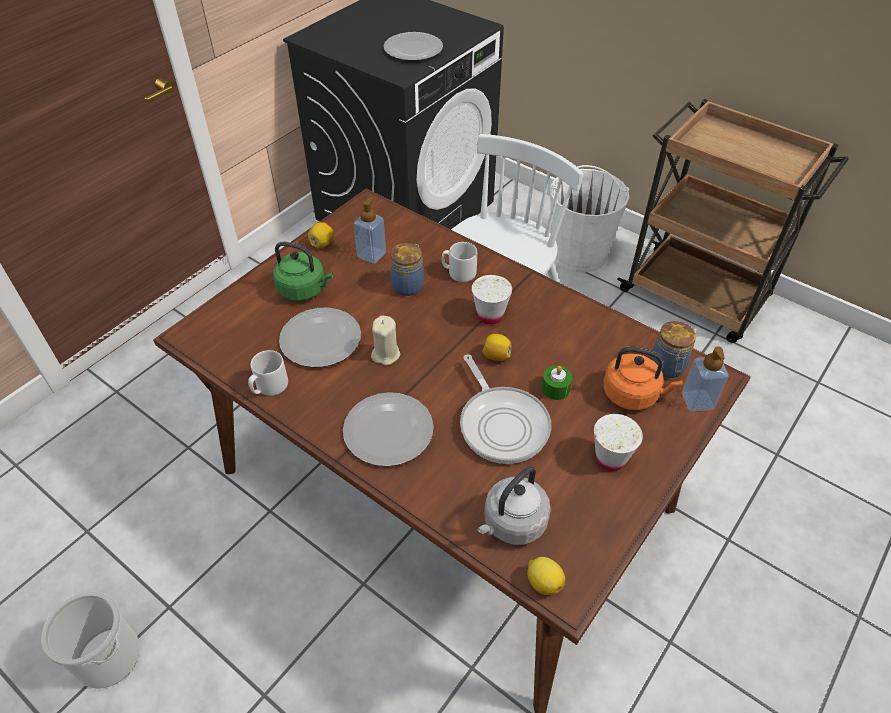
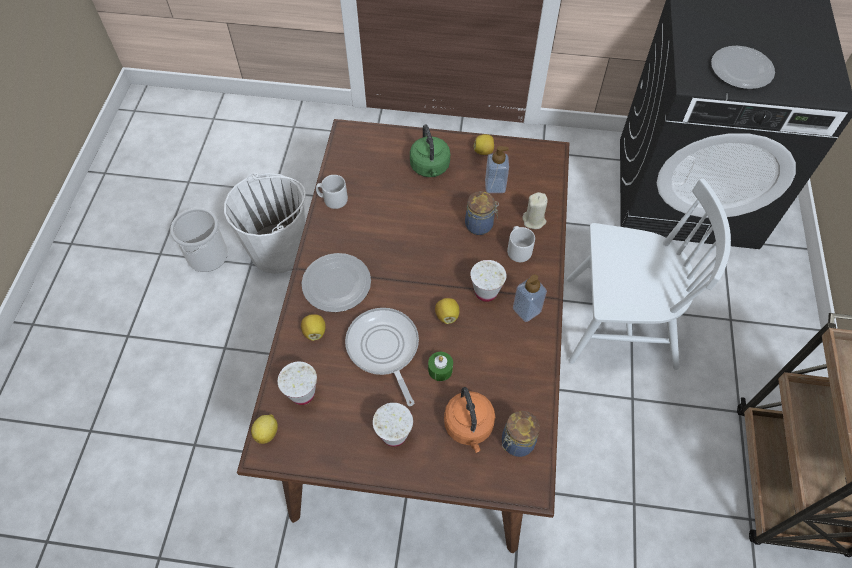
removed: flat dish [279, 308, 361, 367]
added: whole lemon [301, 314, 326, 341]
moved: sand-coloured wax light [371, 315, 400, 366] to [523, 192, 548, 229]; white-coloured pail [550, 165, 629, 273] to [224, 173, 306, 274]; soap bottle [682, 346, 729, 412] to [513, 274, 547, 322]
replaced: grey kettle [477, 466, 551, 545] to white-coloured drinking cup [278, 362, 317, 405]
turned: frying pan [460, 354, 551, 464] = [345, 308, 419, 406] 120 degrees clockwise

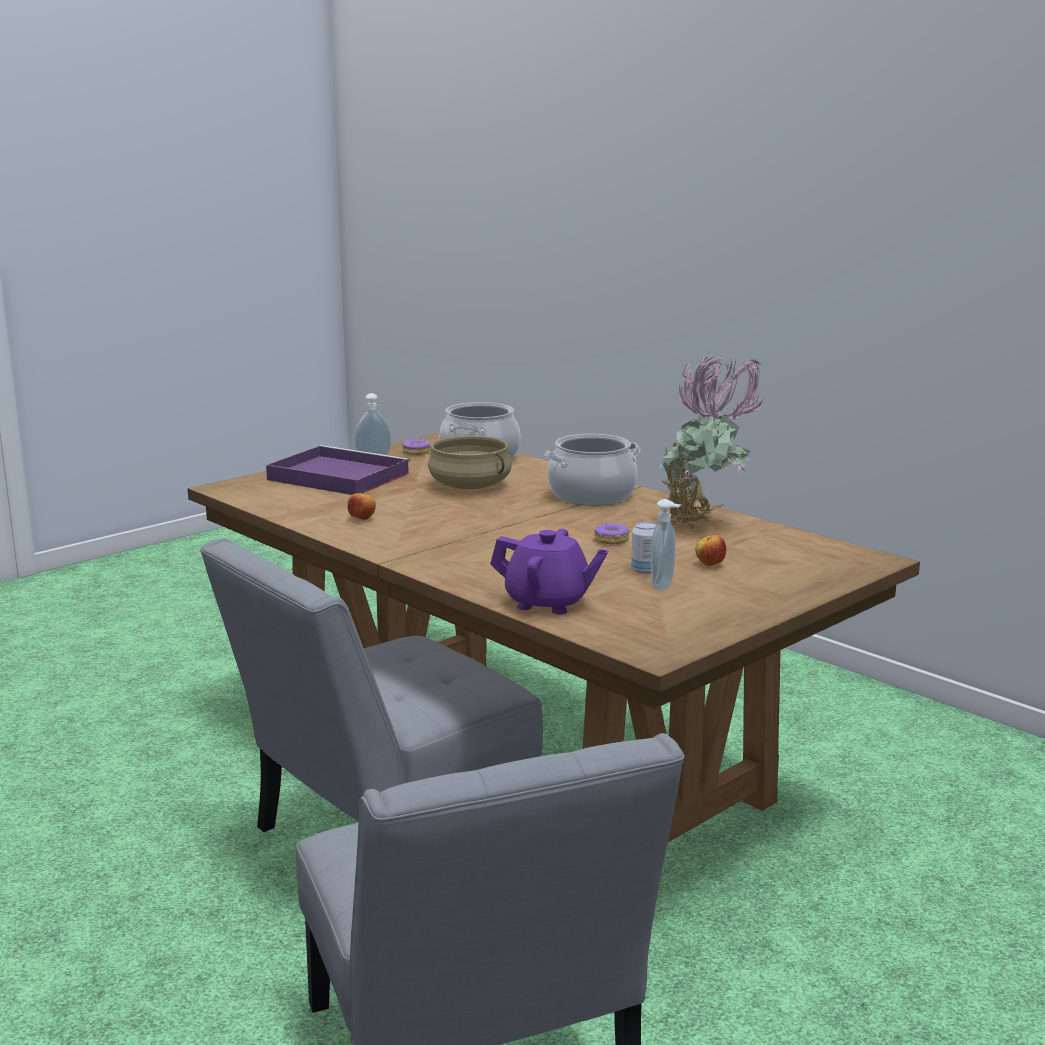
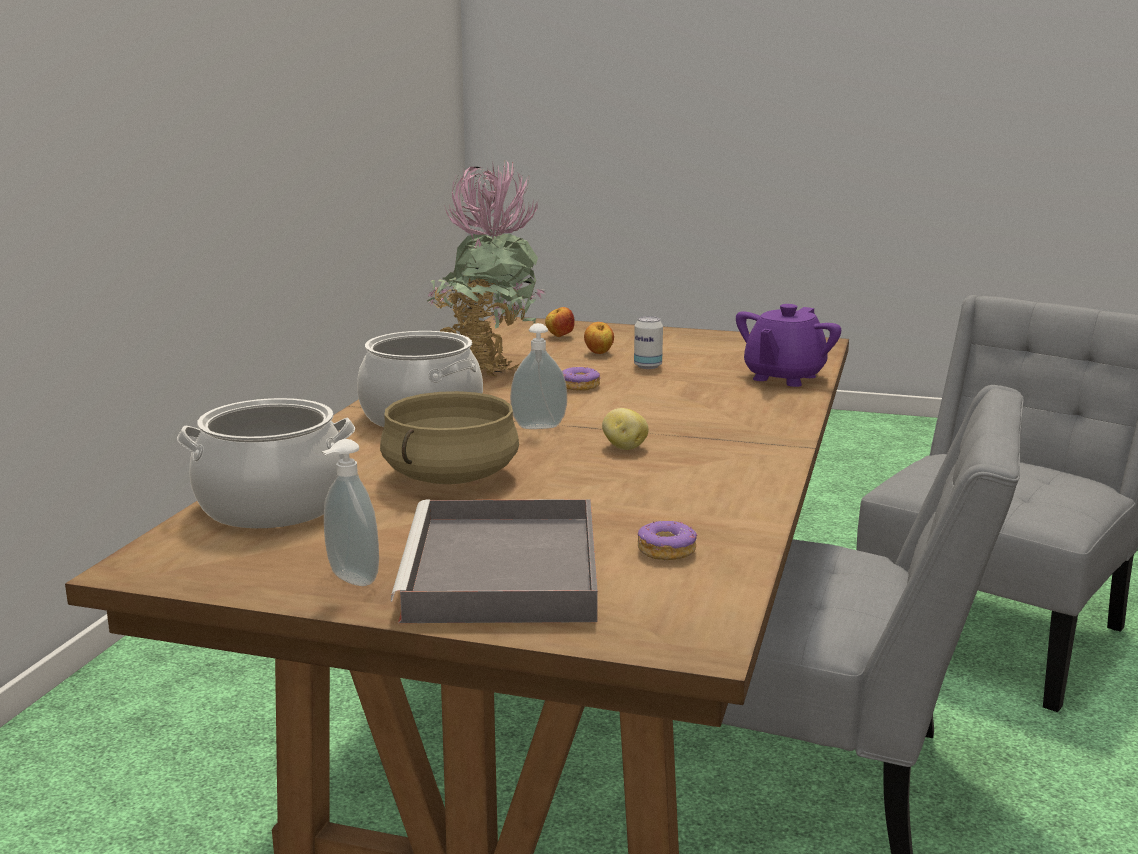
added: spud [602, 408, 649, 450]
moved: whole apple [348, 493, 376, 520] to [545, 307, 575, 337]; doughnut [402, 439, 431, 455] to [638, 521, 698, 560]; soap bottle [651, 499, 681, 591] to [510, 323, 567, 429]
recoloured: purple-coloured tray [266, 445, 410, 495] to grey tray [391, 499, 598, 623]
turned: purple-coloured pot for tea [490, 529, 608, 615] = [736, 304, 841, 387] 135 degrees counterclockwise

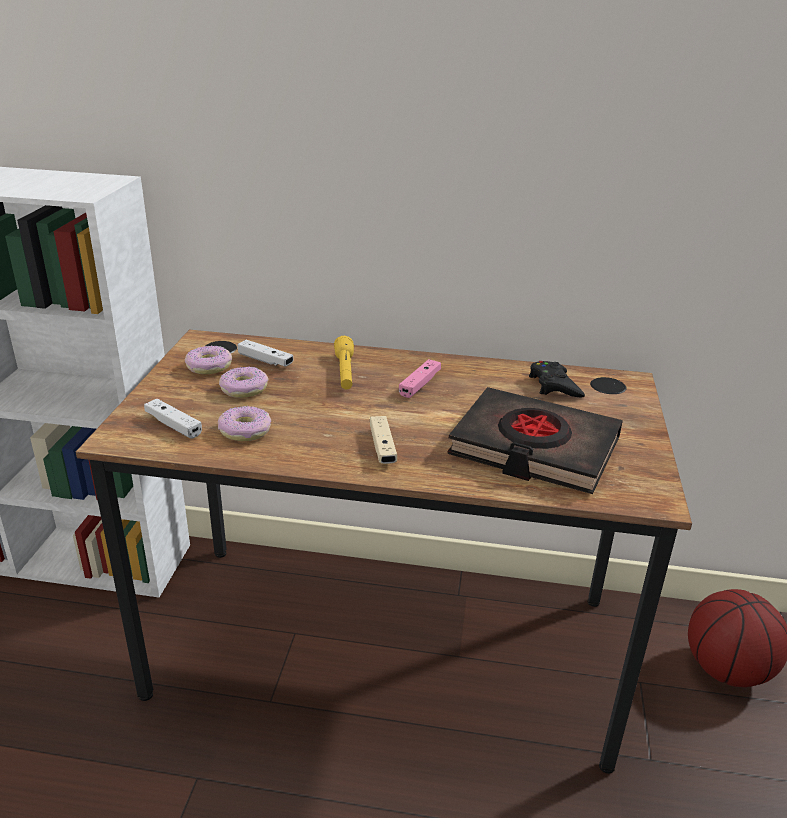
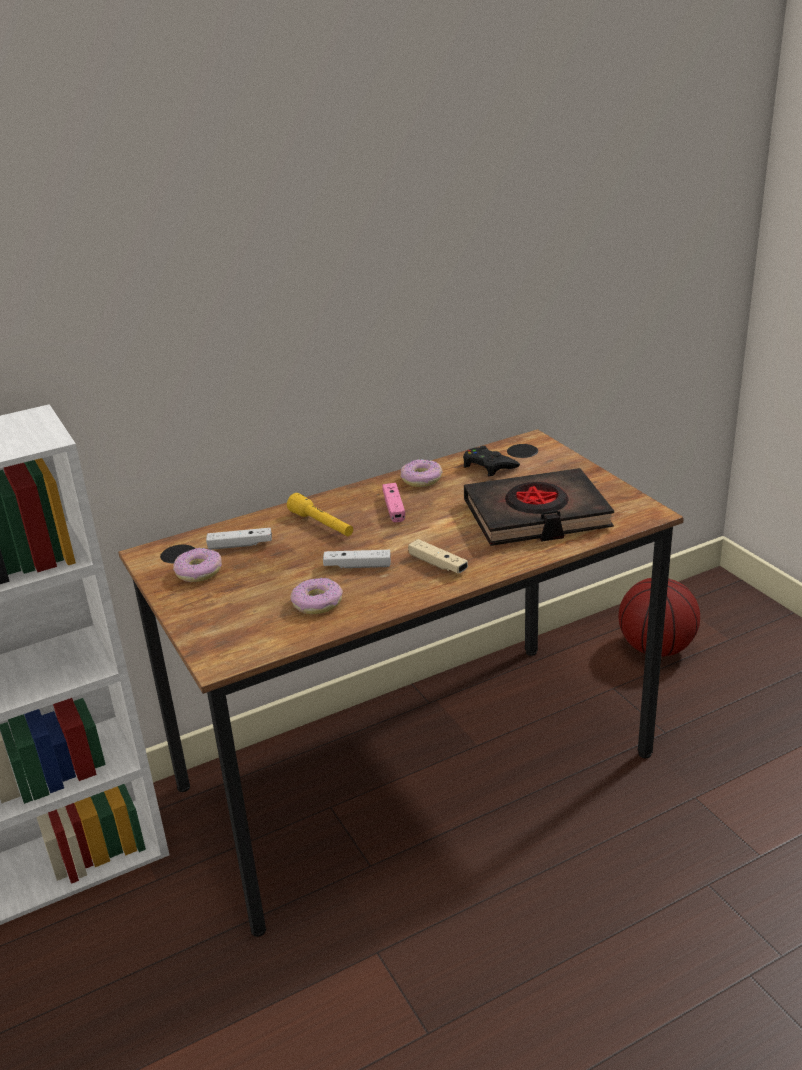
moved: white-coloured joypad [144, 399, 202, 439] to [323, 550, 391, 568]; doughnut [219, 366, 268, 398] to [400, 459, 442, 487]

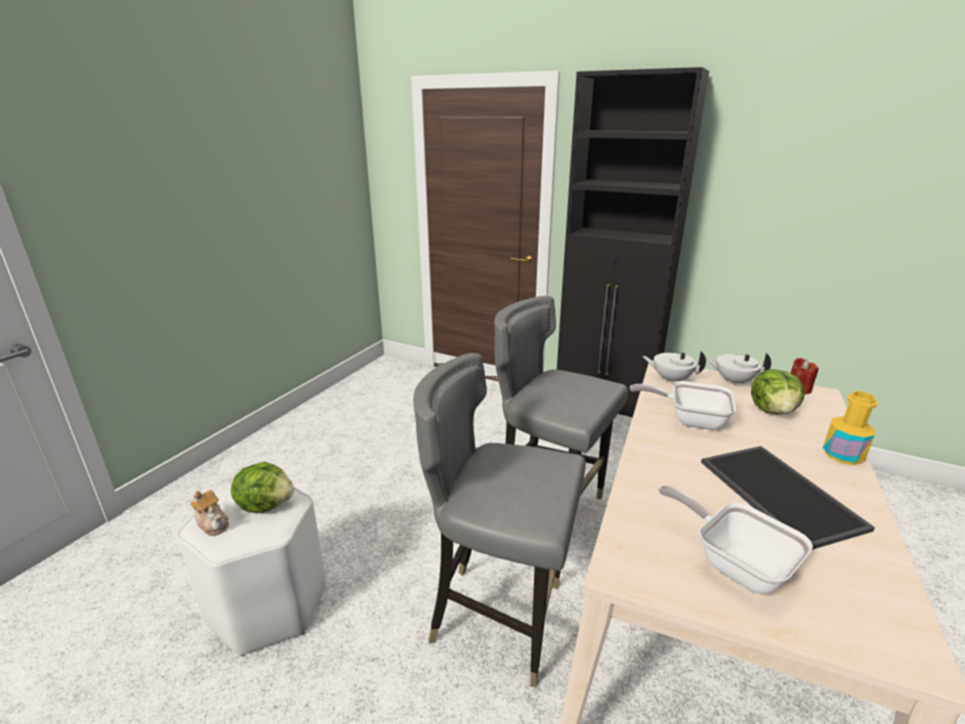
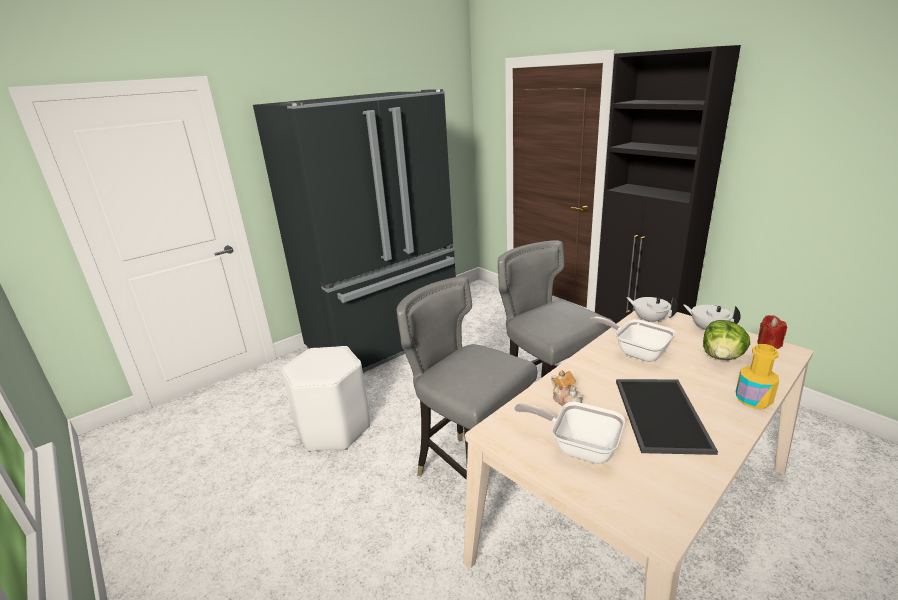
removed: lettuce head [231, 462, 294, 513]
added: blackish refrigerator [253, 89, 456, 373]
moved: pot for tea [190, 490, 229, 536] to [551, 370, 583, 407]
turned: frying pan [658, 485, 813, 594] = [514, 402, 625, 464] 45 degrees counterclockwise

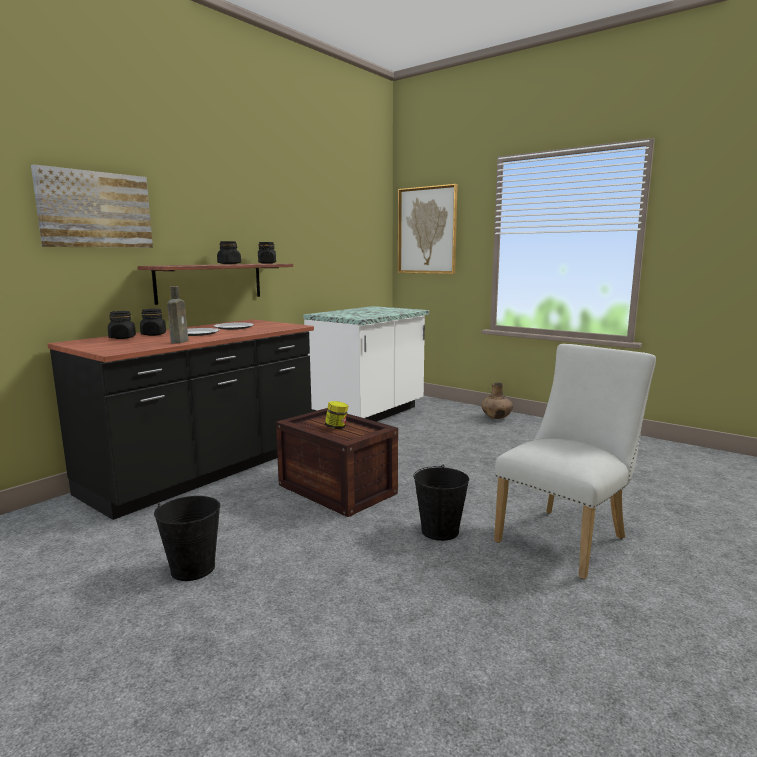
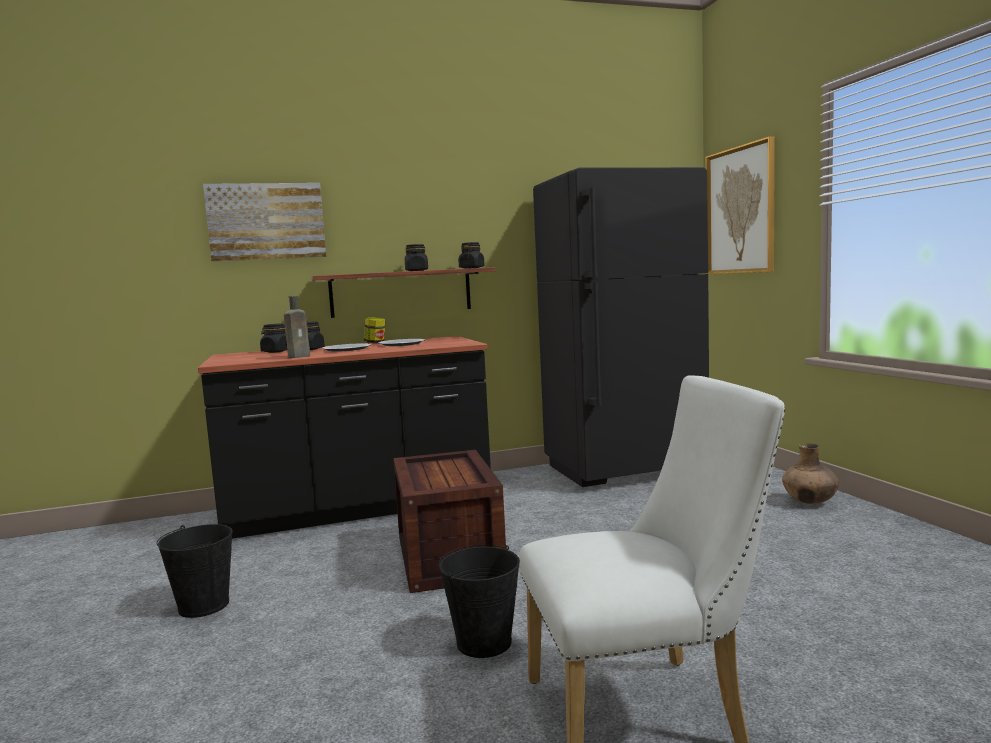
moved: jar [325, 401, 348, 429] to [364, 317, 385, 343]
replaced: white-coloured counter [303, 306, 429, 422] to blackish refrigerator [533, 167, 709, 487]

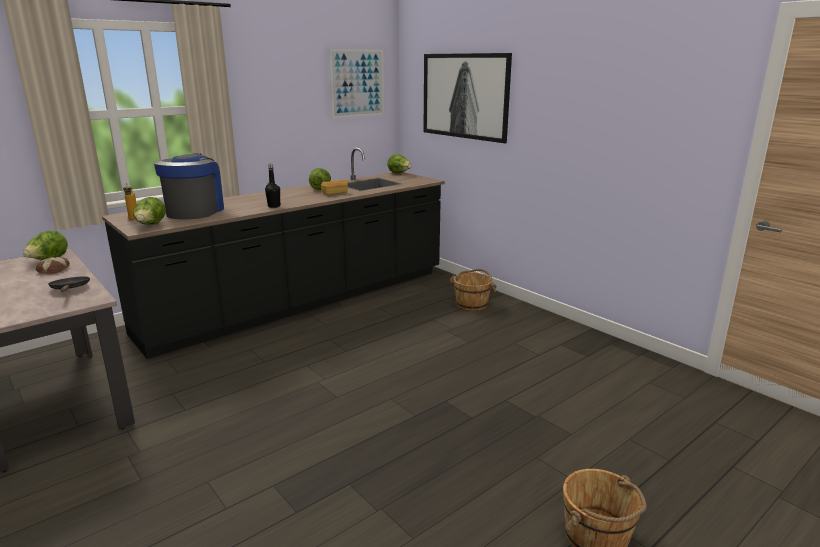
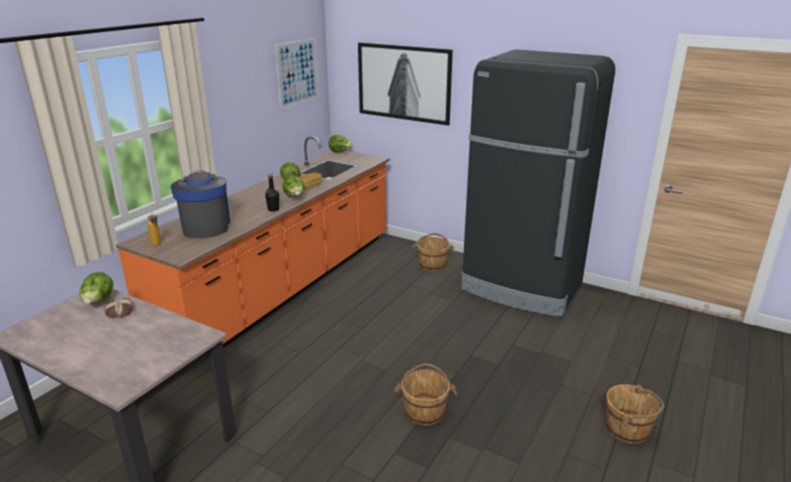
removed: blackish frying pan [47, 276, 90, 292]
added: brown pail [394, 363, 458, 426]; blackish refrigerator [461, 49, 615, 317]
moved: lettuce head [133, 197, 166, 225] to [283, 175, 305, 197]
recoloured: blackish counter [102, 148, 445, 359] to orange counter [116, 136, 390, 373]

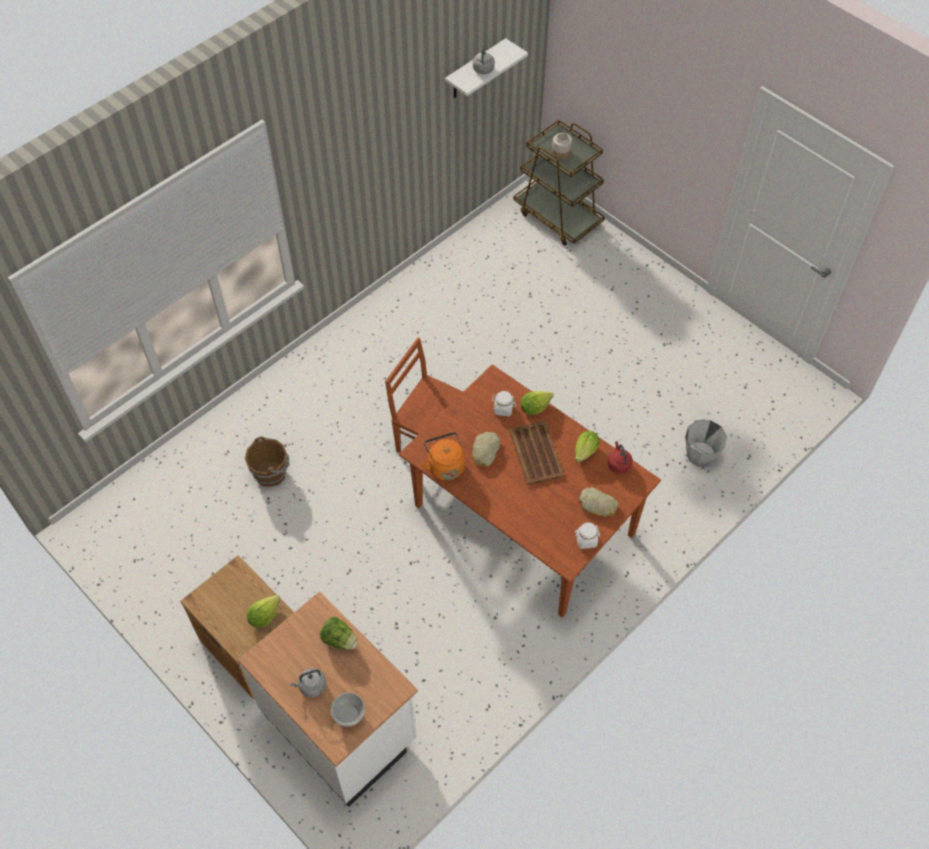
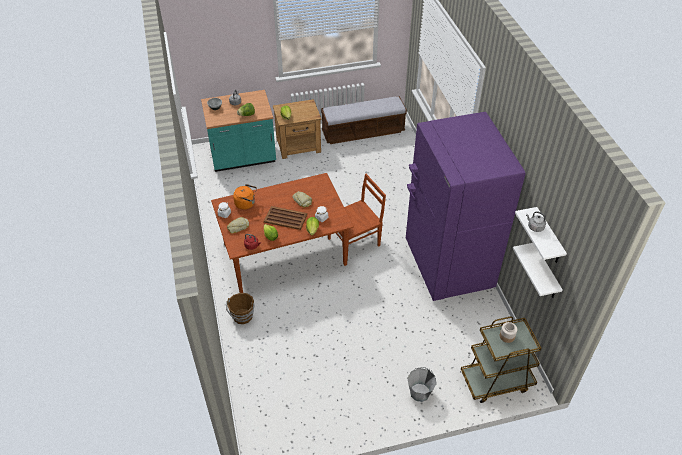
added: long seat [321, 96, 407, 144]; purple-coloured refrigerator [406, 112, 525, 301]; white-coloured bracket shelf [513, 243, 563, 298]
moved: brown pail [245, 436, 290, 486] to [226, 293, 255, 324]; orange kettle [421, 432, 465, 481] to [233, 184, 257, 210]; grey pail [685, 419, 727, 466] to [407, 367, 437, 402]
recoloured: white-coloured counter [238, 591, 418, 807] to turquoise-coloured counter [201, 90, 276, 172]

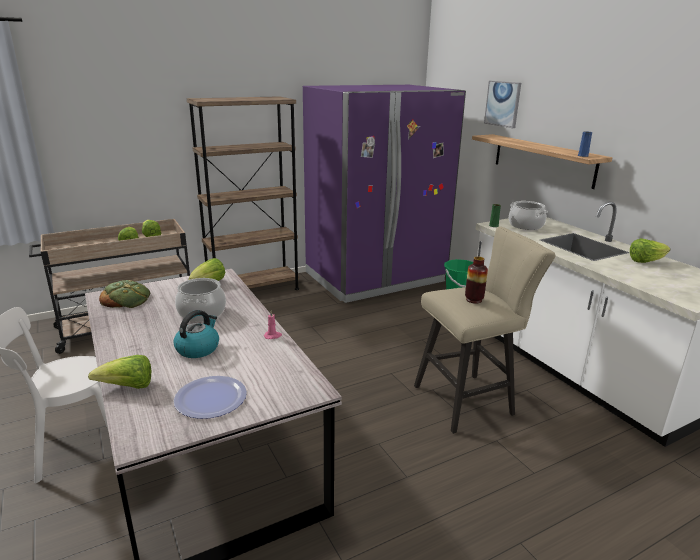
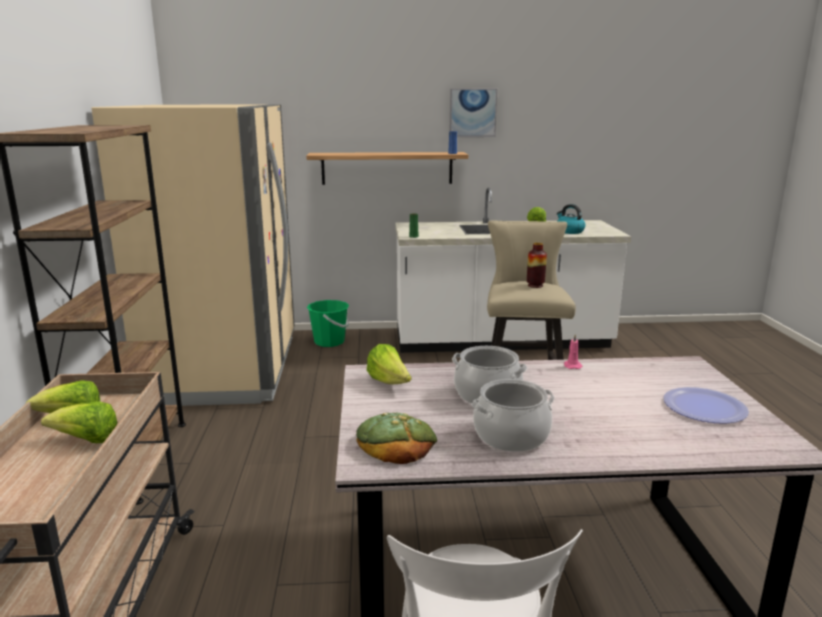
removed: lettuce head [88, 355, 151, 389]
moved: kettle [173, 310, 219, 358] to [557, 204, 585, 234]; wall art [484, 81, 521, 128] to [450, 89, 497, 137]; cooking pot [509, 201, 548, 230] to [471, 379, 554, 452]
recoloured: purple-coloured refrigerator [303, 85, 466, 303] to sand-coloured refrigerator [91, 105, 295, 406]

